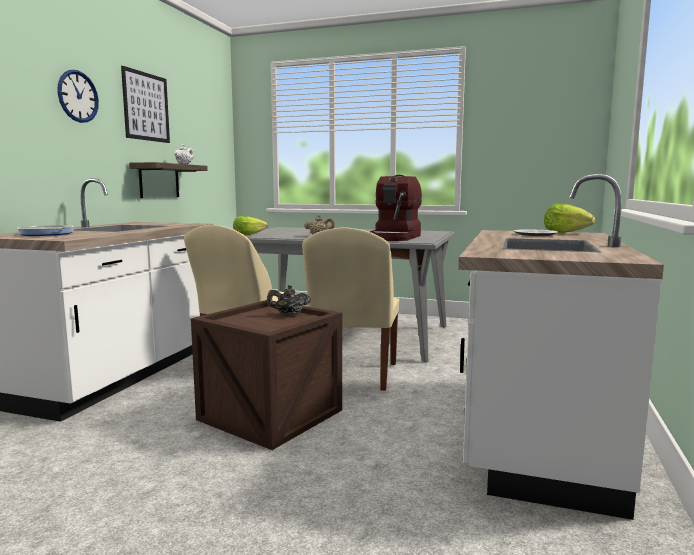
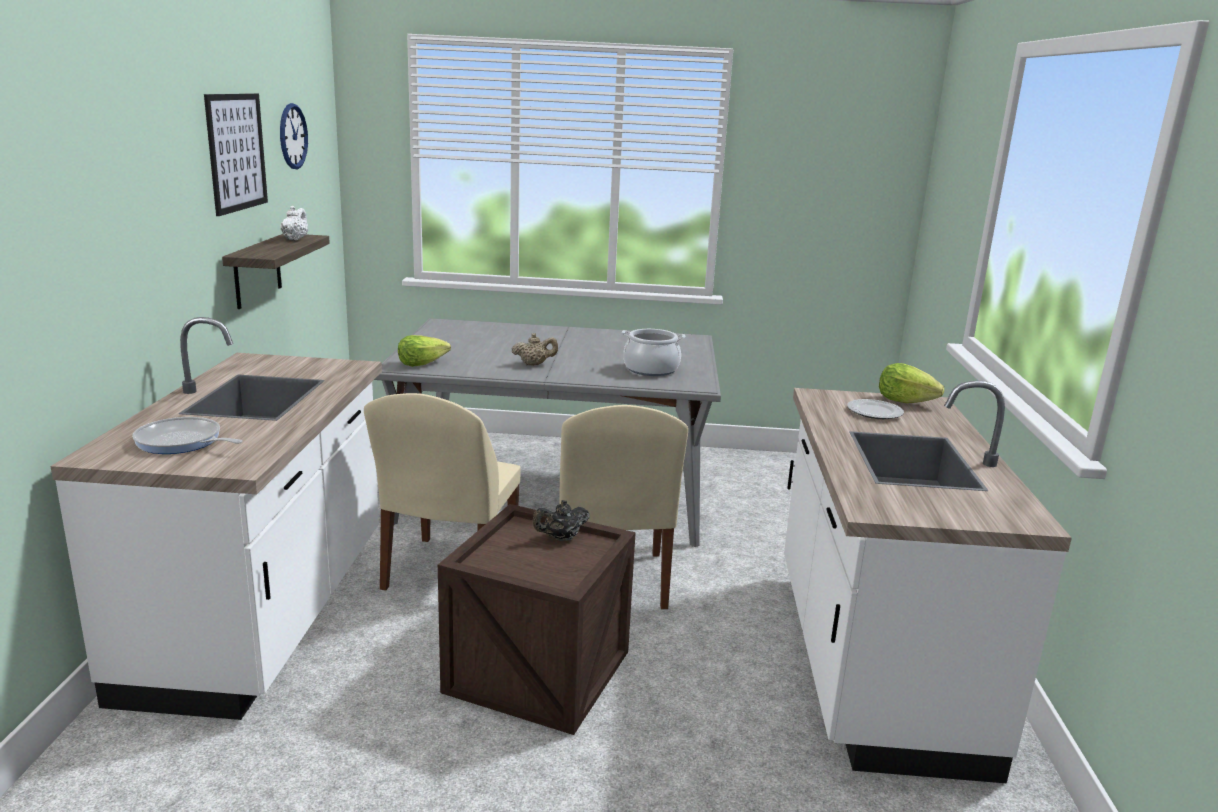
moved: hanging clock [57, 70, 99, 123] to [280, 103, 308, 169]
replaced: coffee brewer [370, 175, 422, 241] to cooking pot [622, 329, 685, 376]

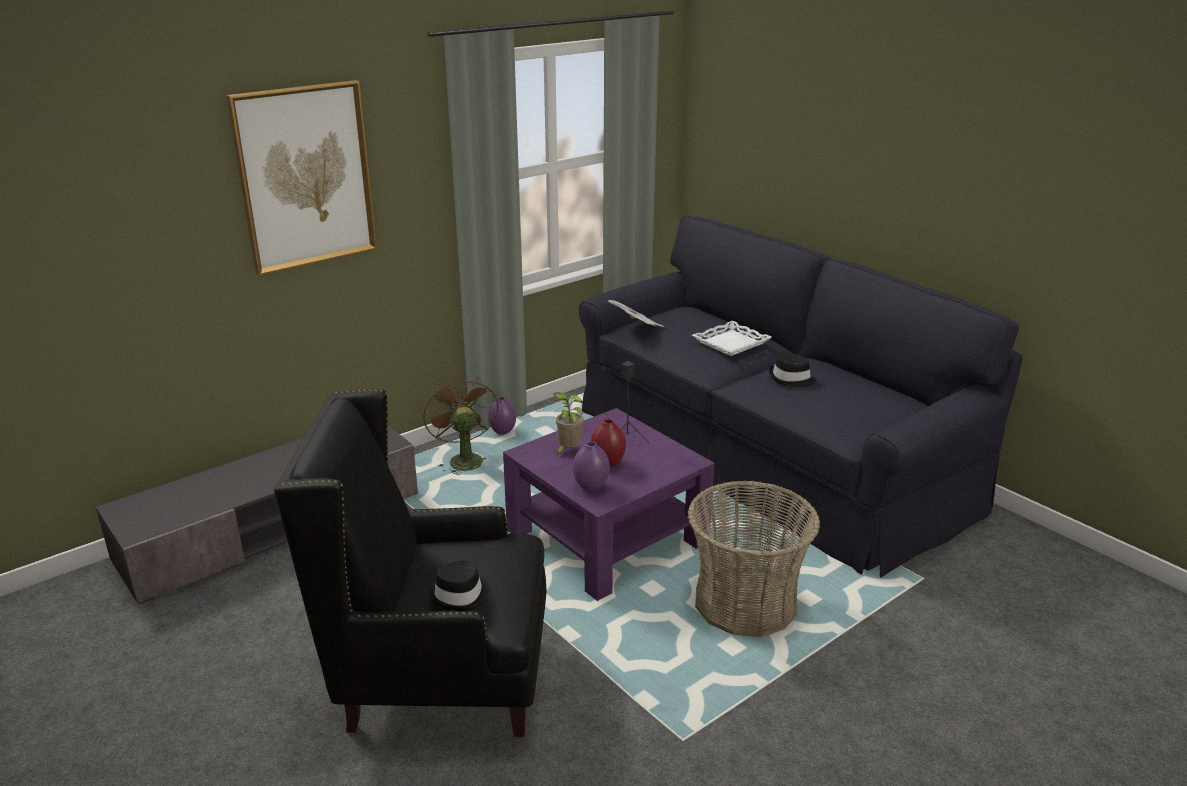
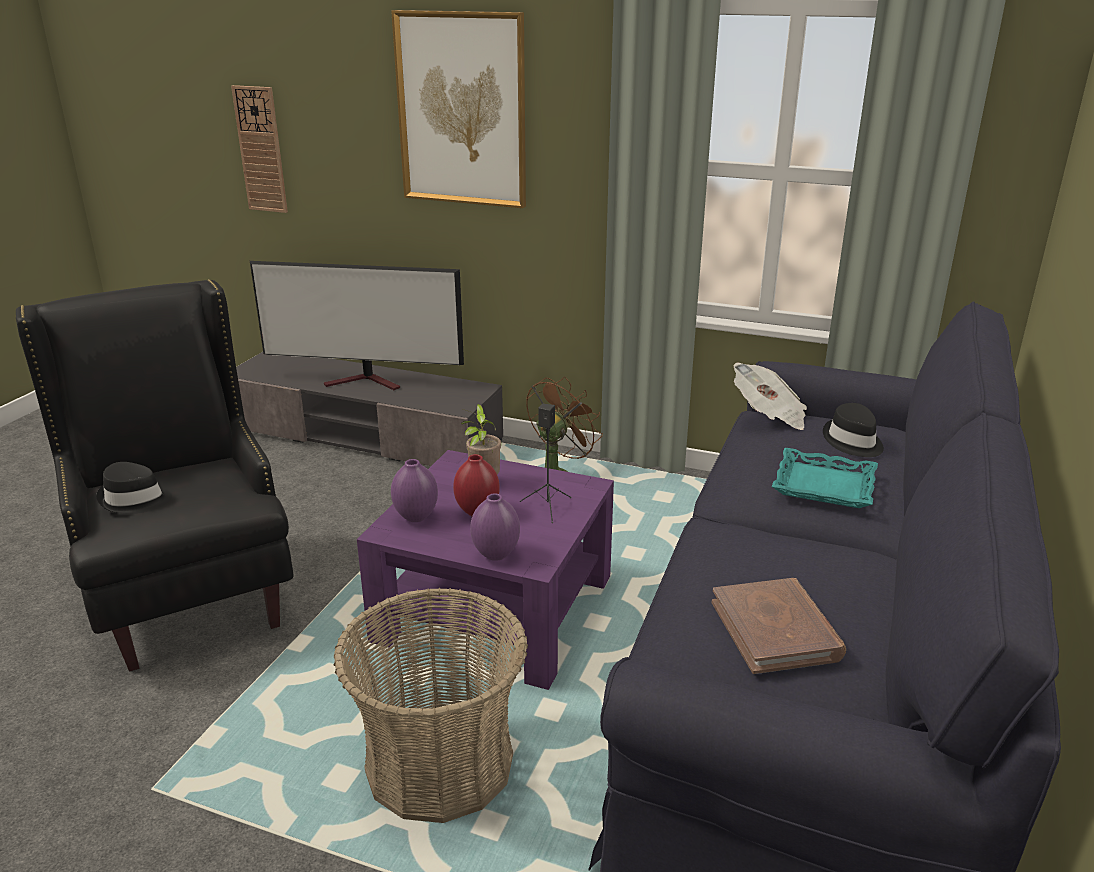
added: hanging clock [231, 85, 288, 213]; TV set [250, 261, 464, 390]; brown bound book [712, 578, 846, 674]
moved: purple-coloured flower vase [488, 396, 516, 434] to [470, 493, 520, 561]; blackish wearable hat [769, 352, 816, 387] to [823, 403, 884, 457]
recoloured: white-coloured tray [692, 321, 772, 356] to turquoise-coloured tray [772, 448, 878, 508]

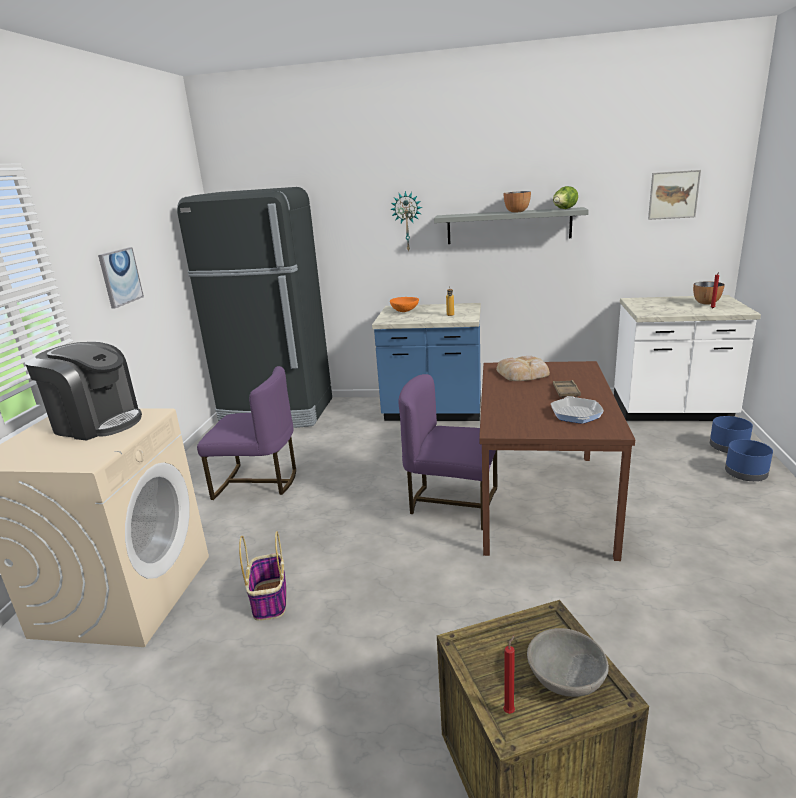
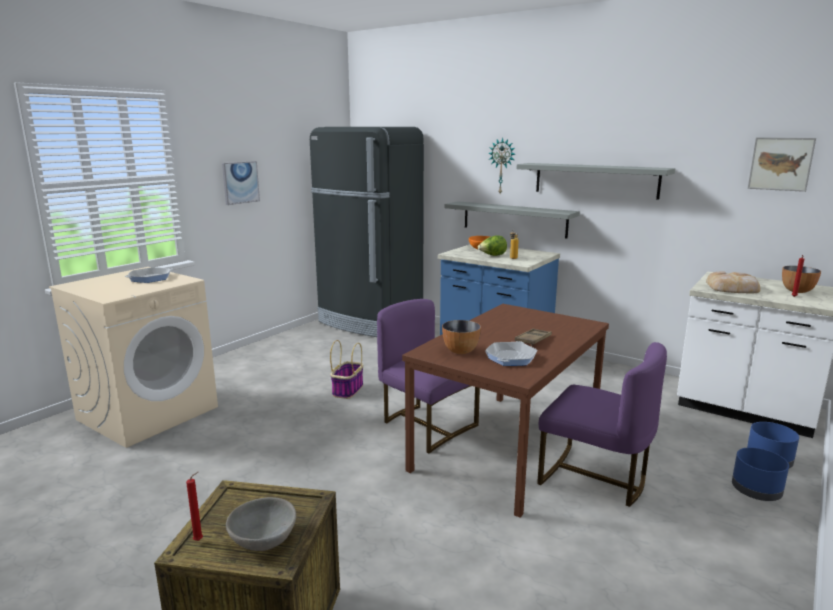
added: grey bracket shelf [444, 201, 580, 239]
moved: purple-coloured upright chair [197, 366, 296, 500] to [537, 342, 667, 507]; household basket [239, 531, 287, 621] to [330, 340, 363, 399]; baked bread [496, 356, 550, 381] to [706, 271, 761, 293]; serving bowl [504, 191, 531, 213] to [442, 320, 481, 354]; lettuce head [553, 186, 578, 209] to [478, 235, 507, 256]
replaced: coffee brewer [25, 342, 142, 440] to frying pan [125, 267, 173, 283]

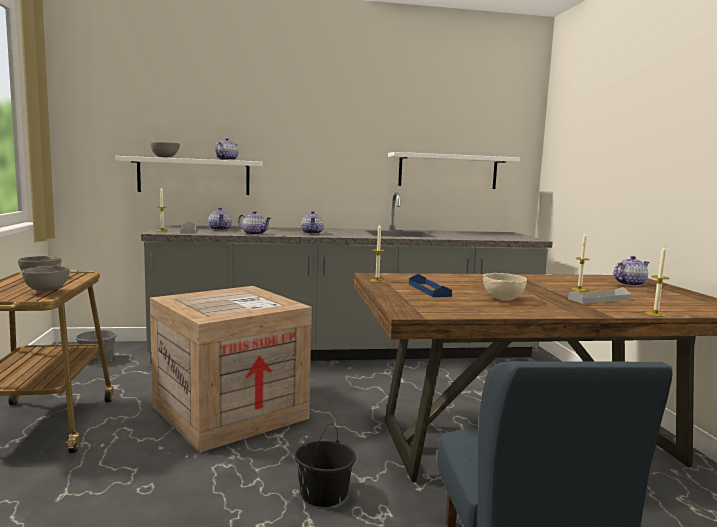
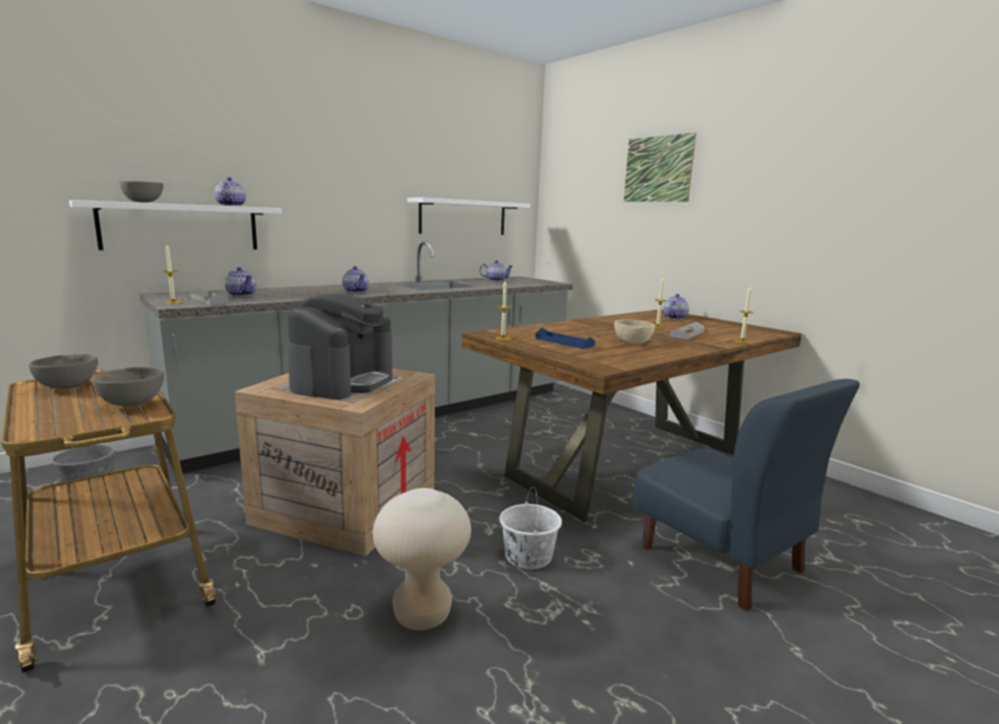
added: coffee brewer [287, 294, 393, 400]; sand-coloured sitting stool [373, 488, 471, 630]; wall art [624, 132, 696, 202]
moved: pot for tea [238, 211, 271, 235] to [479, 260, 512, 281]
recoloured: blackish pail [294, 424, 356, 507] to white-coloured pail [499, 487, 562, 569]

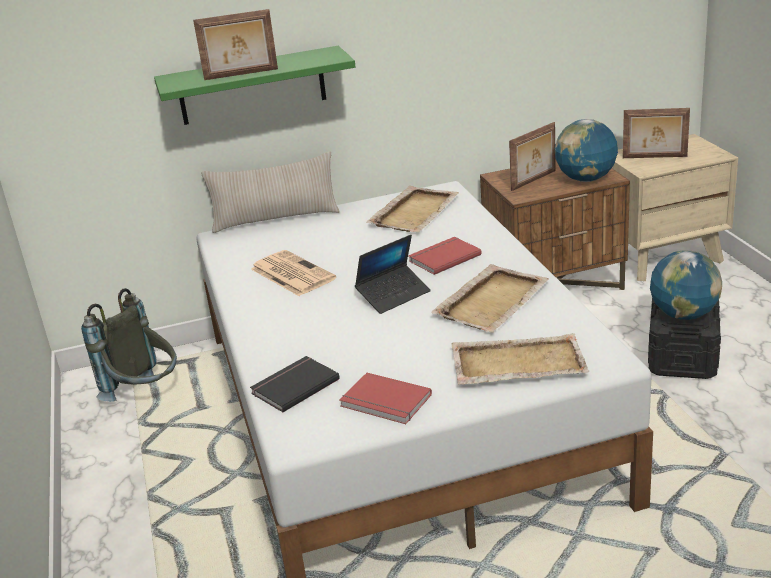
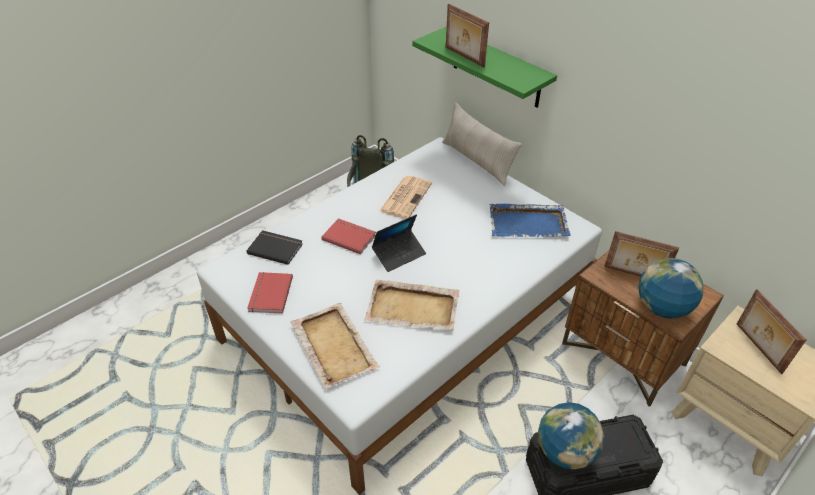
moved: red-coloured bound book [408, 237, 481, 275] to [321, 218, 376, 254]
recoloured: sand-coloured tray [366, 186, 459, 233] to bluish tray [490, 204, 570, 237]
turned: notebook computer [355, 235, 431, 314] = [372, 214, 426, 272] 60 degrees counterclockwise

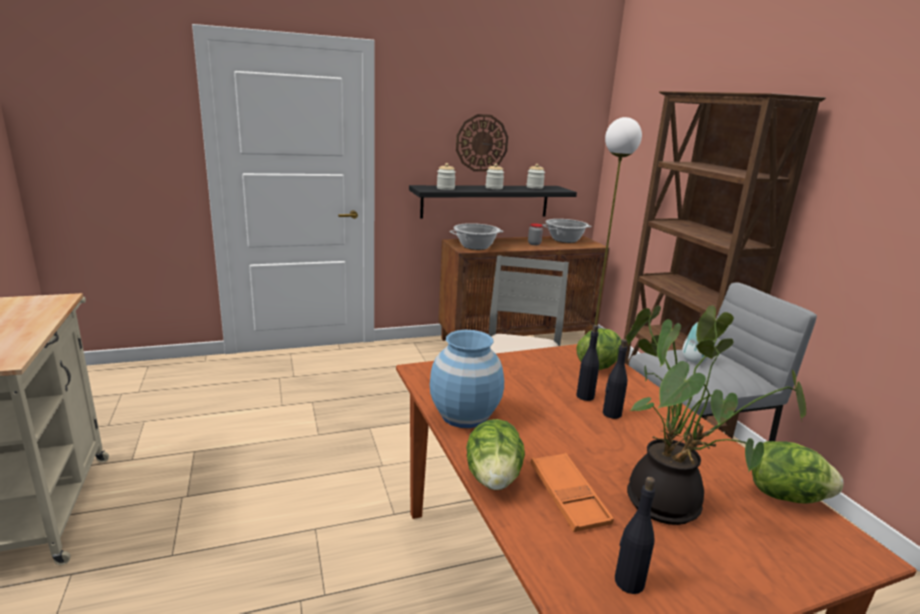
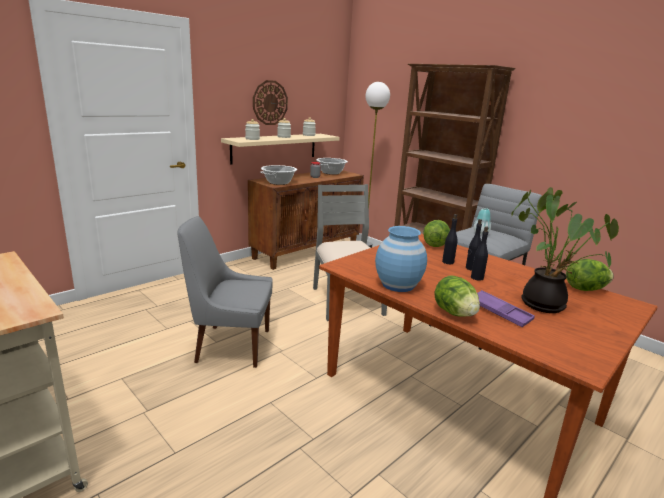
added: grey upright chair [177, 216, 273, 368]
moved: blackish drink bottle [615, 477, 655, 594] to [471, 226, 488, 281]
recoloured: blackish bracket shelf [409, 185, 577, 218] to sand-coloured bracket shelf [221, 134, 340, 165]; orange tray [531, 453, 614, 532] to purple-coloured tray [477, 290, 535, 327]

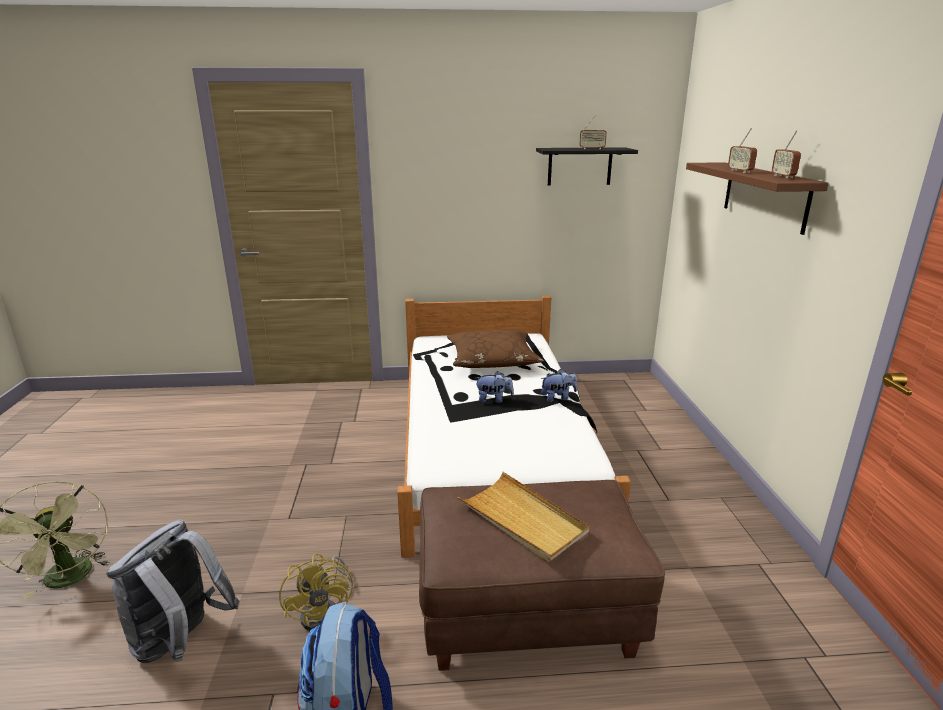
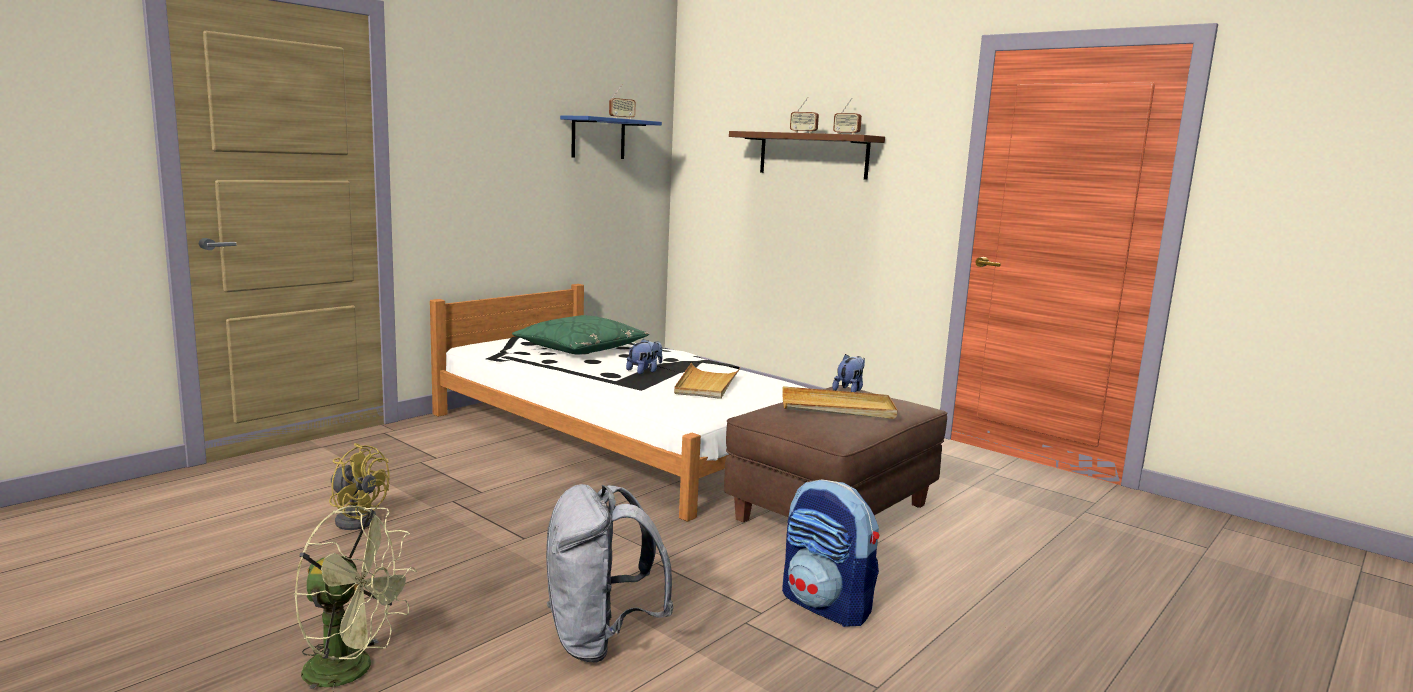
added: sand-coloured tray [674, 363, 741, 399]
moved: yellowish electric fan [279, 553, 354, 631] to [329, 443, 389, 530]; plush toy [541, 369, 577, 402] to [832, 354, 865, 392]
recoloured: brown cushion [447, 330, 544, 368] to green-coloured cushion [512, 315, 649, 354]; blackish bracket shelf [536, 147, 638, 185] to bluish bracket shelf [560, 115, 662, 159]

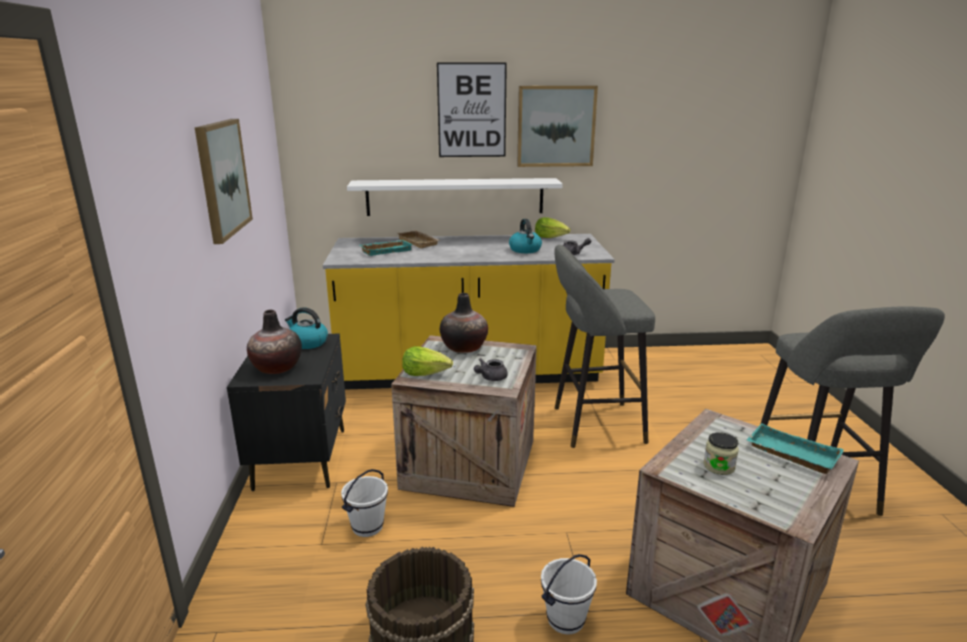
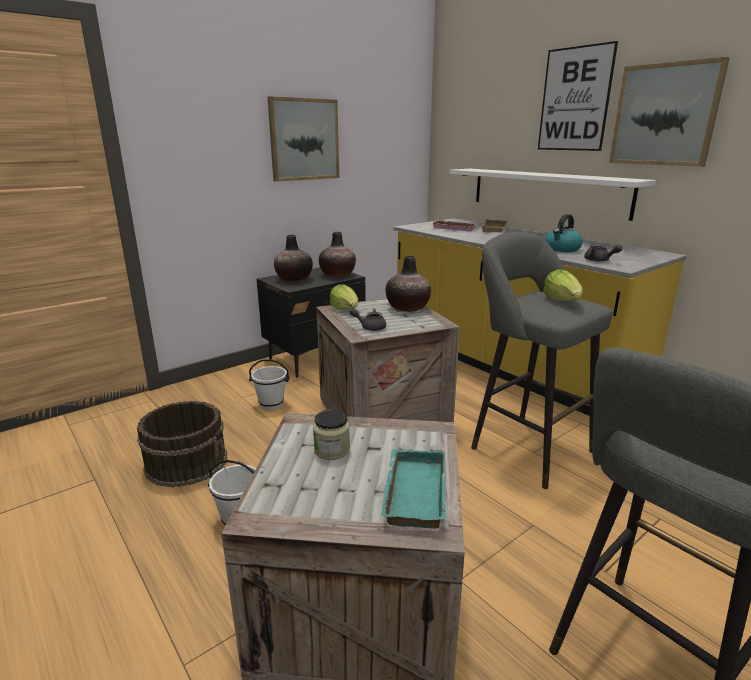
moved: lettuce head [535, 217, 570, 238] to [543, 269, 583, 301]
replaced: kettle [285, 307, 328, 349] to flower vase [319, 232, 356, 277]
recoloured: turquoise-coloured tray [360, 240, 413, 256] to pink tray [433, 220, 477, 231]

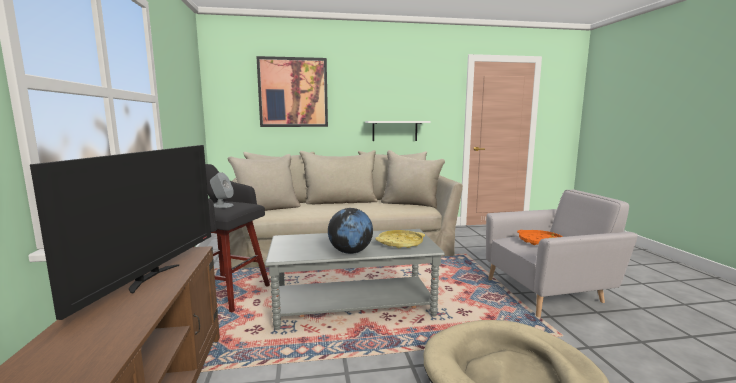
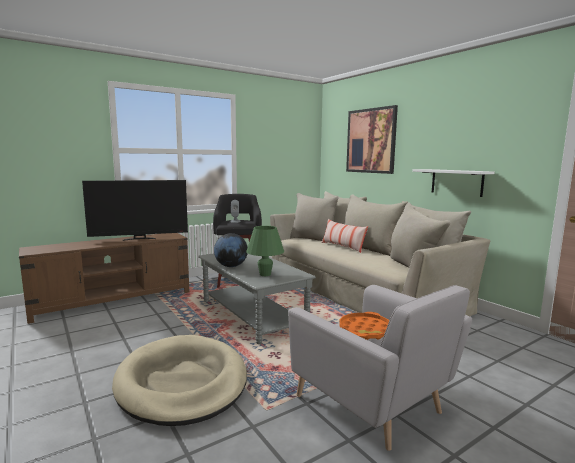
added: cushion [321, 219, 368, 253]
replaced: yellowish tray [375, 230, 425, 248] to green-coloured lamp for a table [246, 226, 284, 276]

